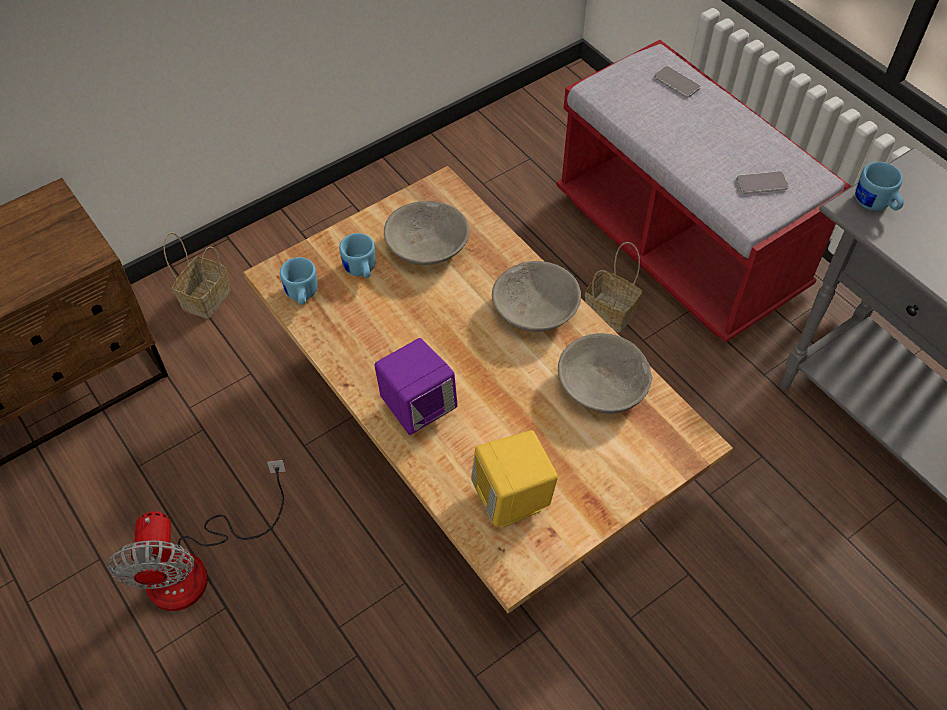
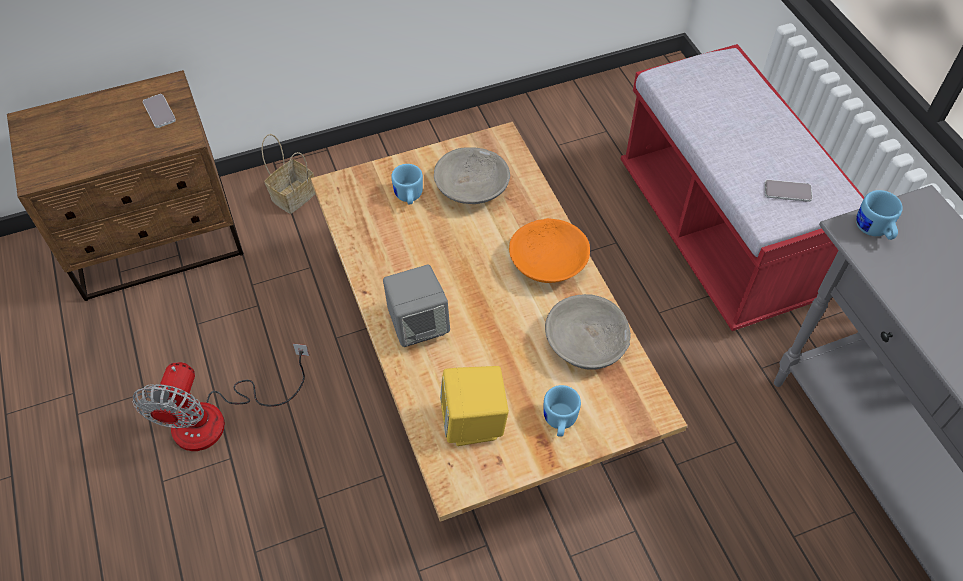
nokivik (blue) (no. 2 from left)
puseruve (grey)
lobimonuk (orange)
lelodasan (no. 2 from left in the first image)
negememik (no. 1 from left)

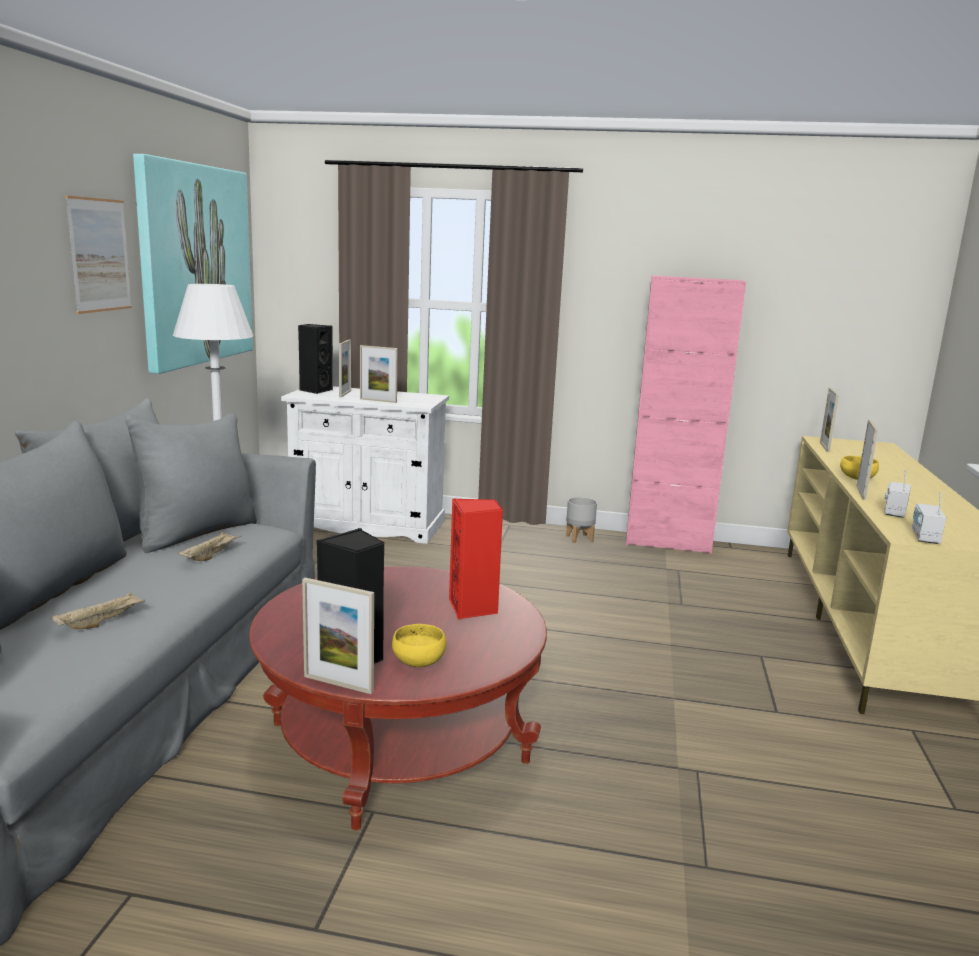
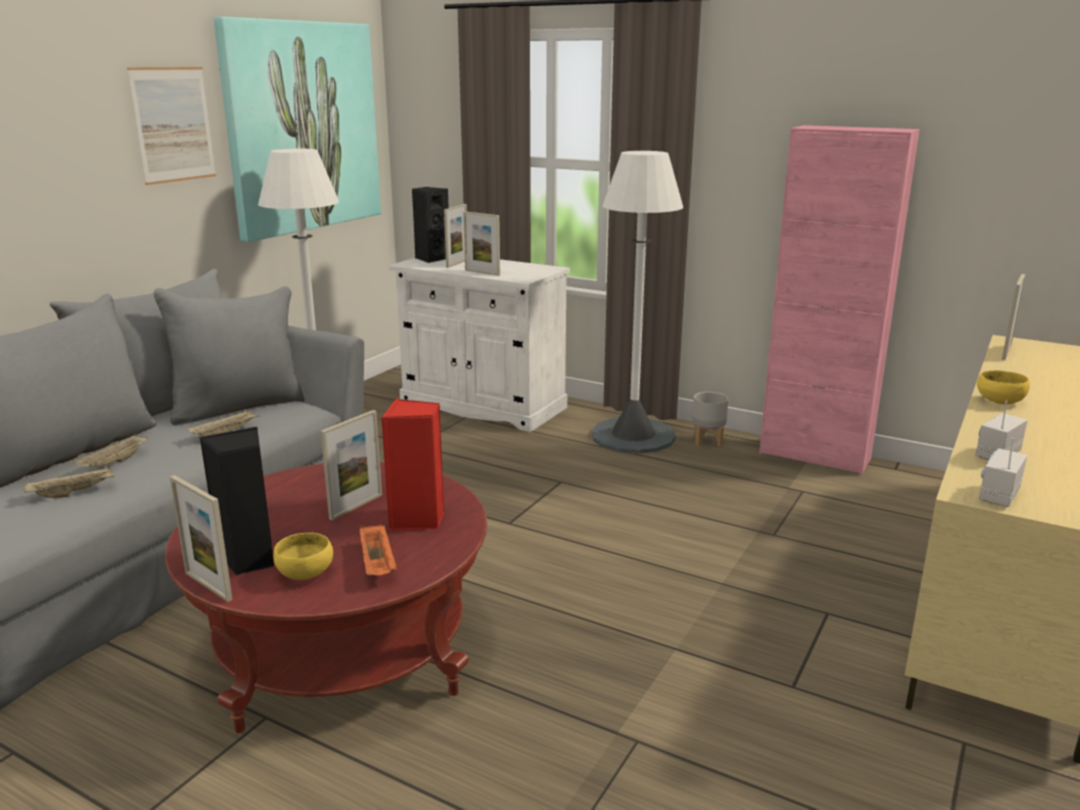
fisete (no. 2 from left)
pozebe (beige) (no. 2 from left)
pozebe (orange)
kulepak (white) (no. 2 from left)

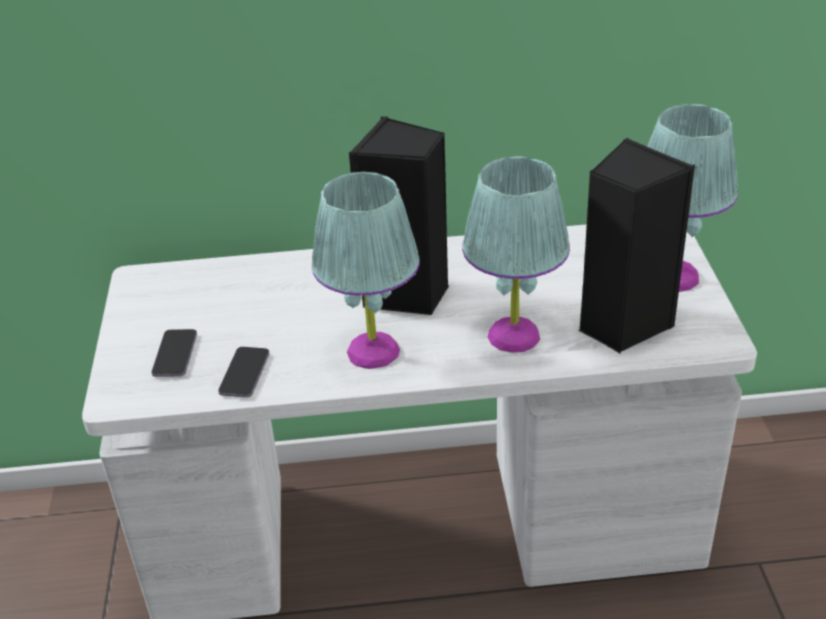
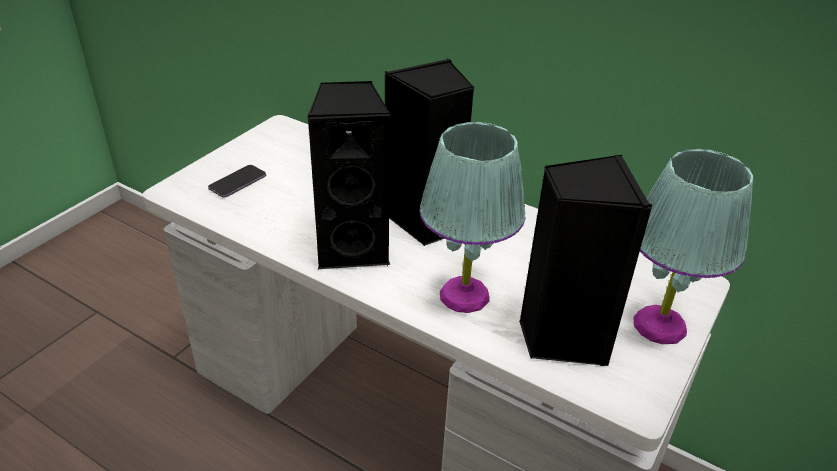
negememik (no. 2 from left in the first image)
puseruve (black) (no. 1 from left)

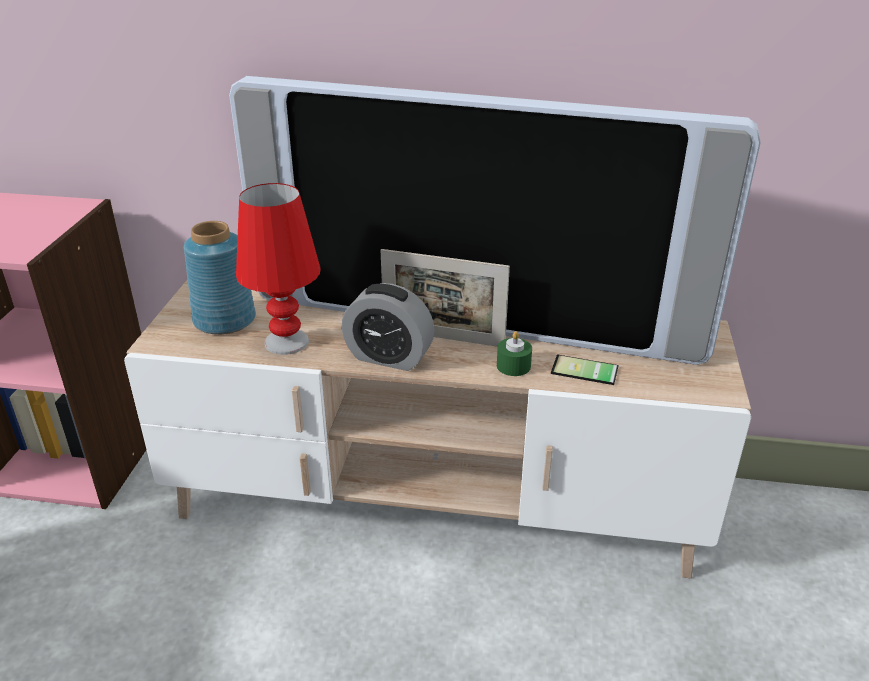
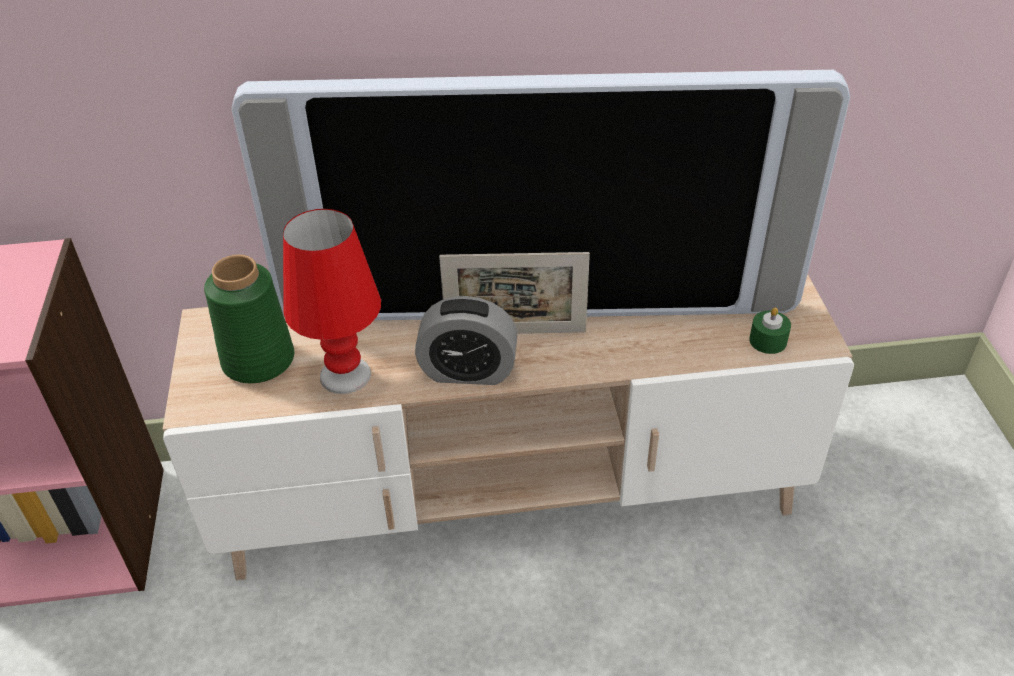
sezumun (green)
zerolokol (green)
negememik

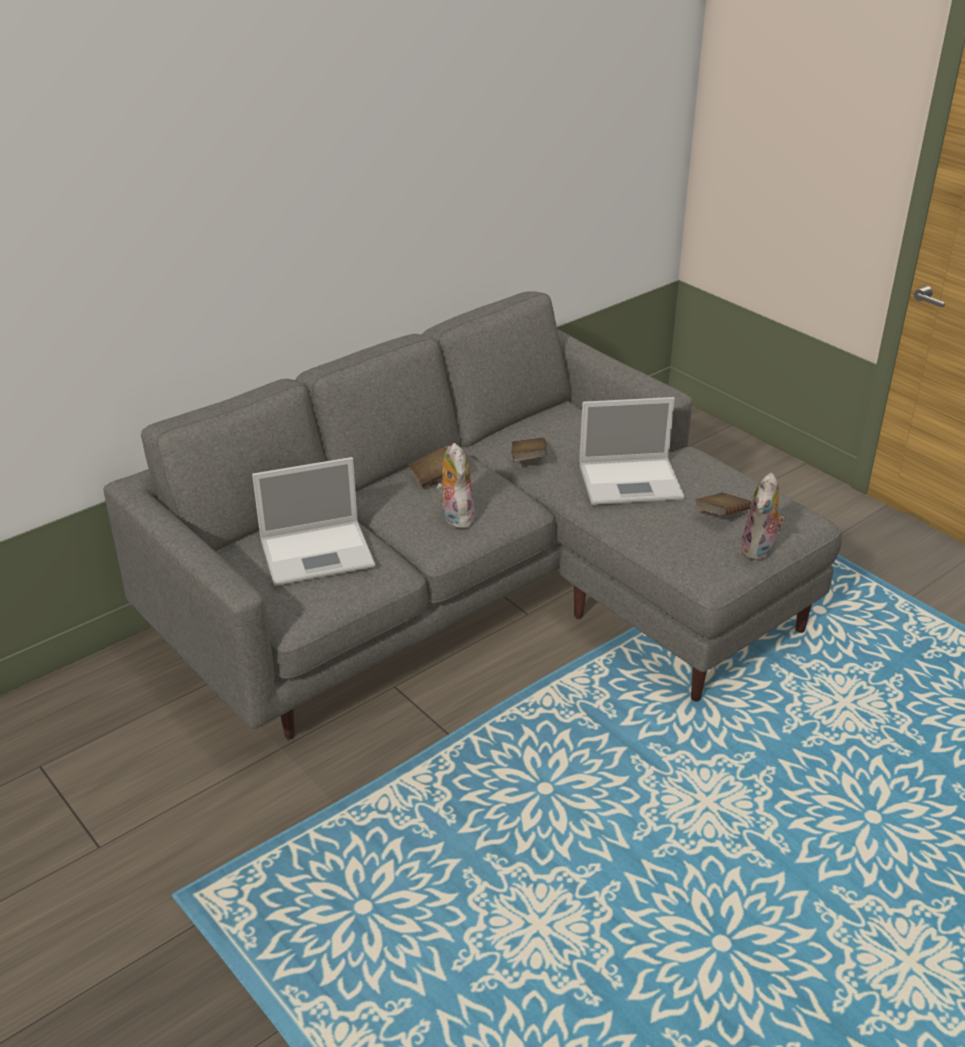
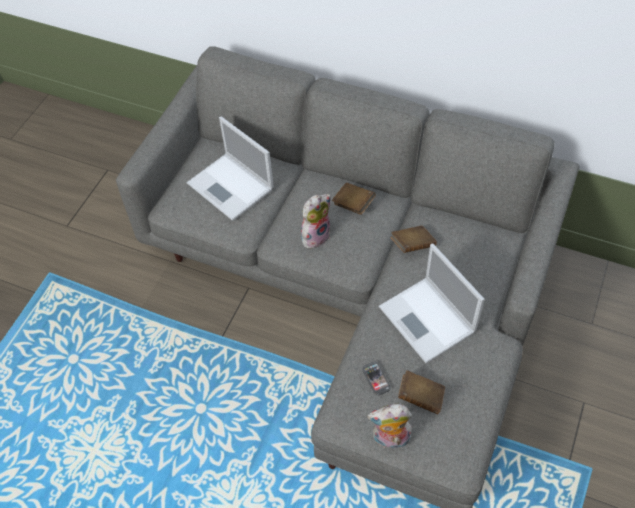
negememik

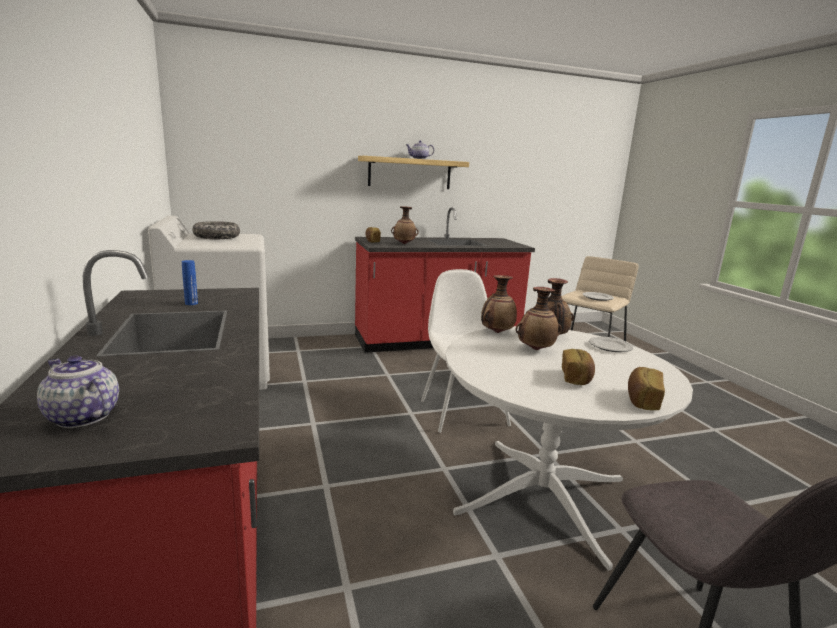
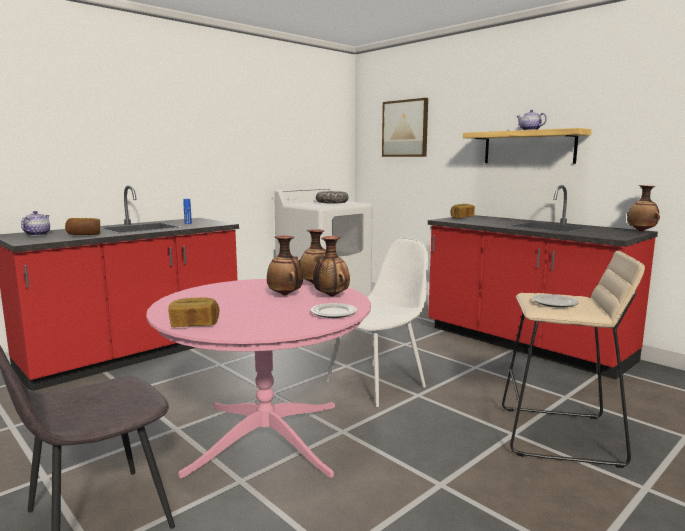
sezumun (no. 4 from left)
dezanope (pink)
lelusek (no. 1 from left)
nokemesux

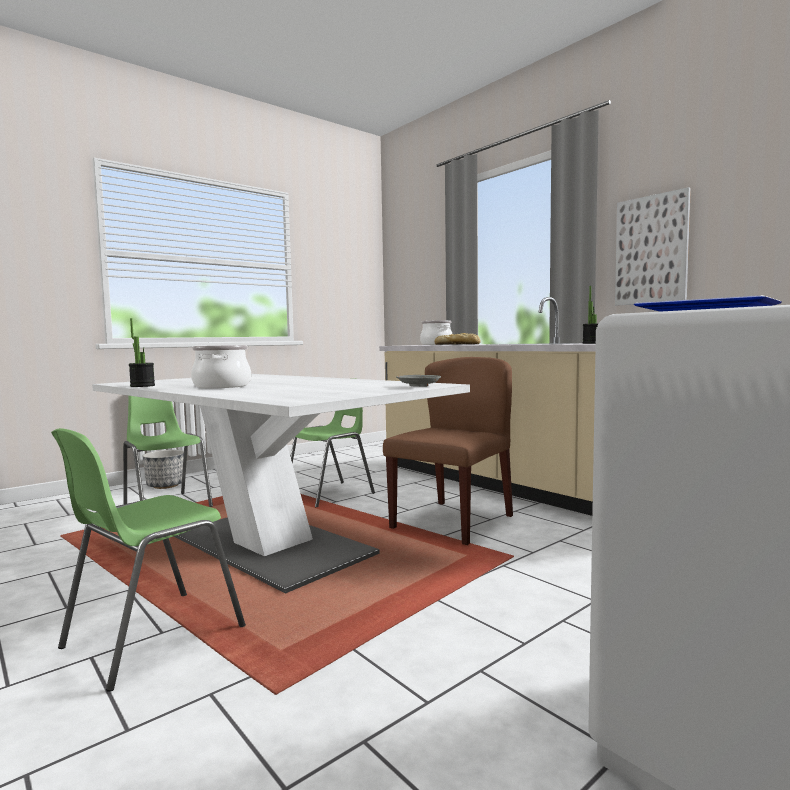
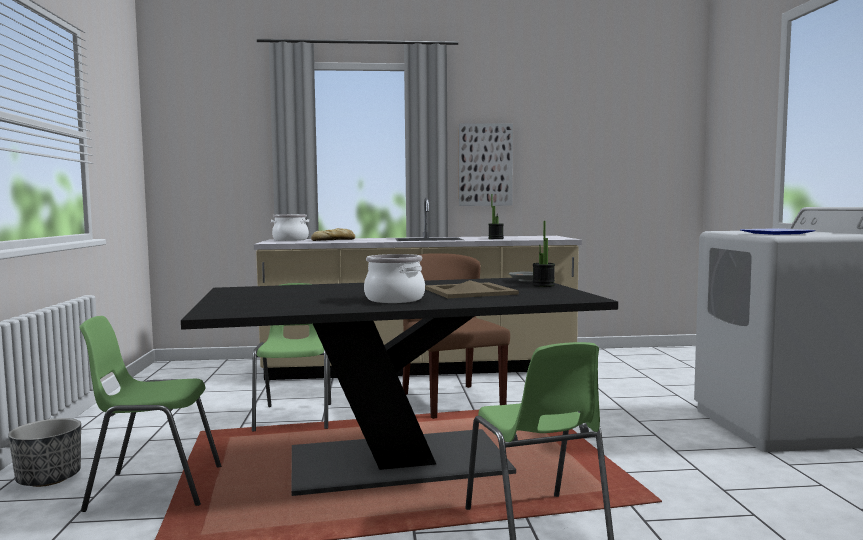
dezanope (black)
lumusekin (no. 2 from left)
pozebe (beige)

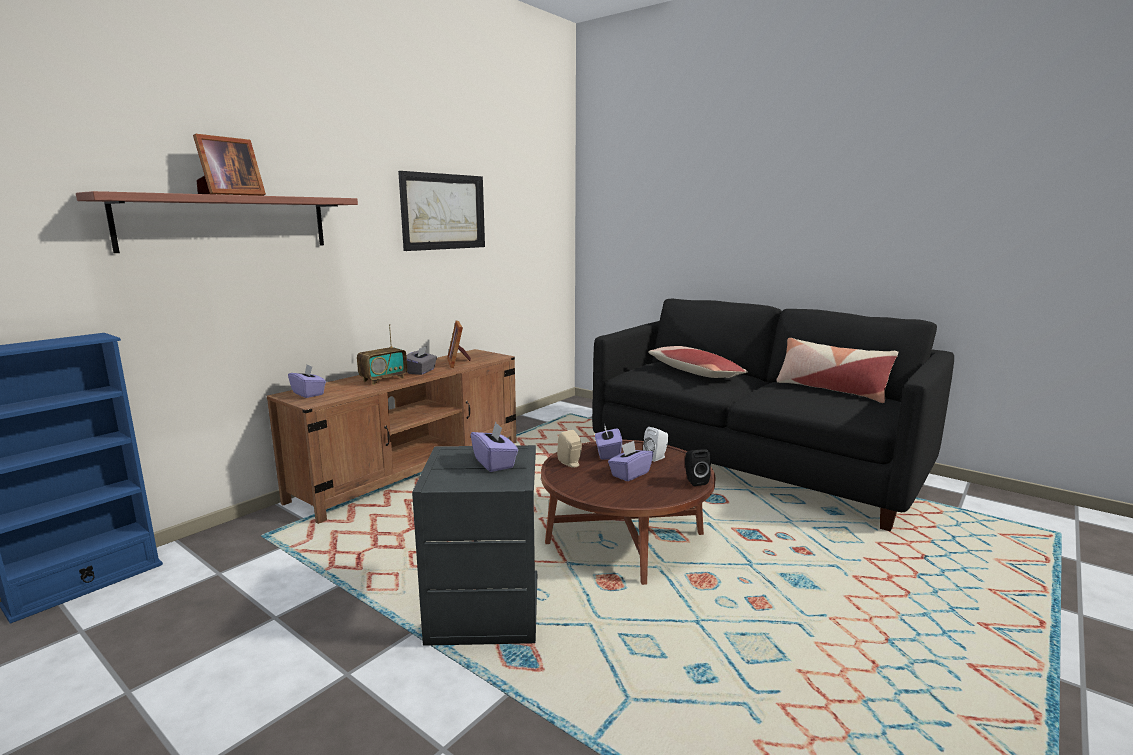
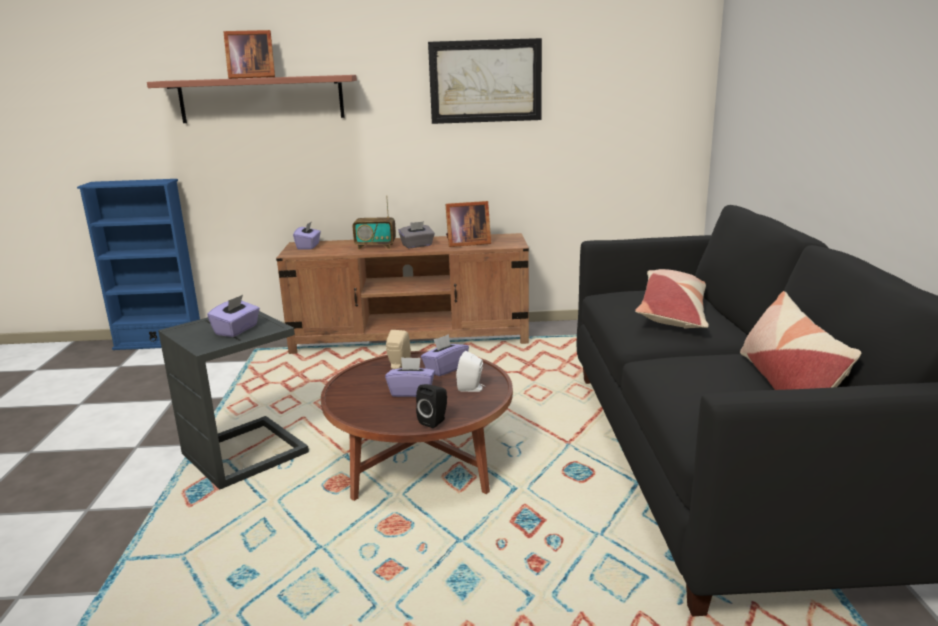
fisete (no. 2 from left)

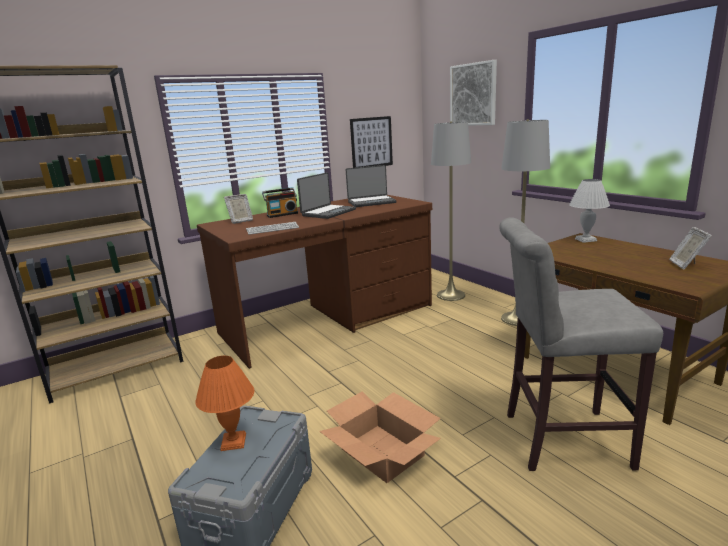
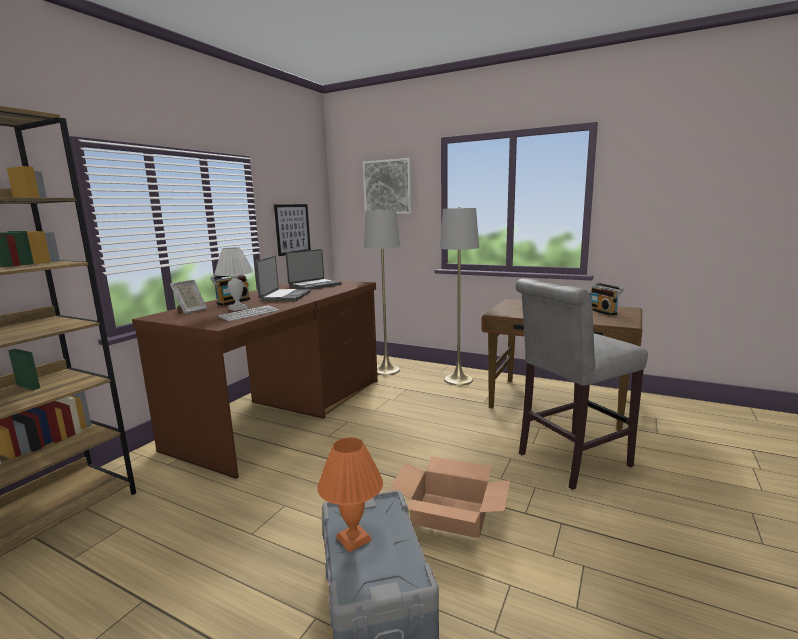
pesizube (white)
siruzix (no. 2 from left)

